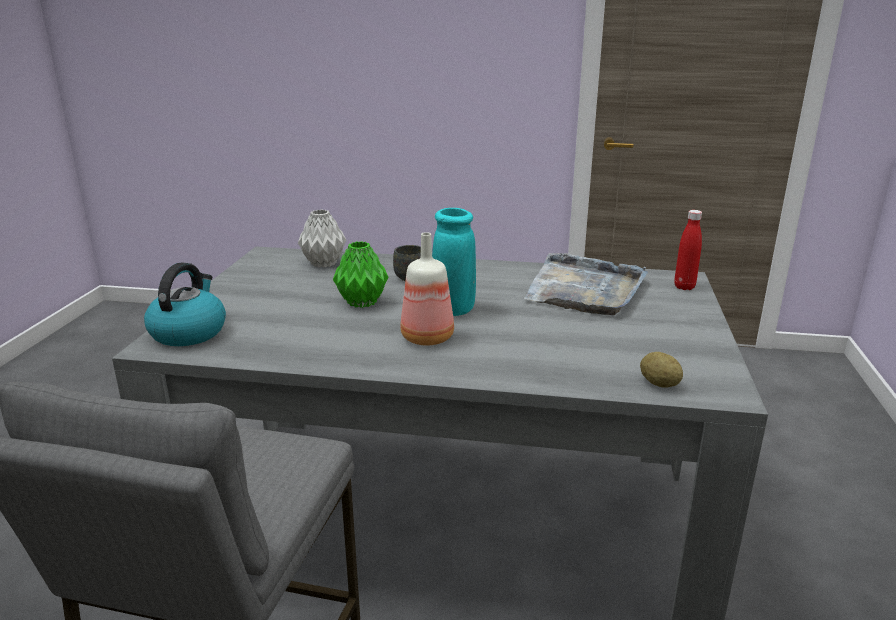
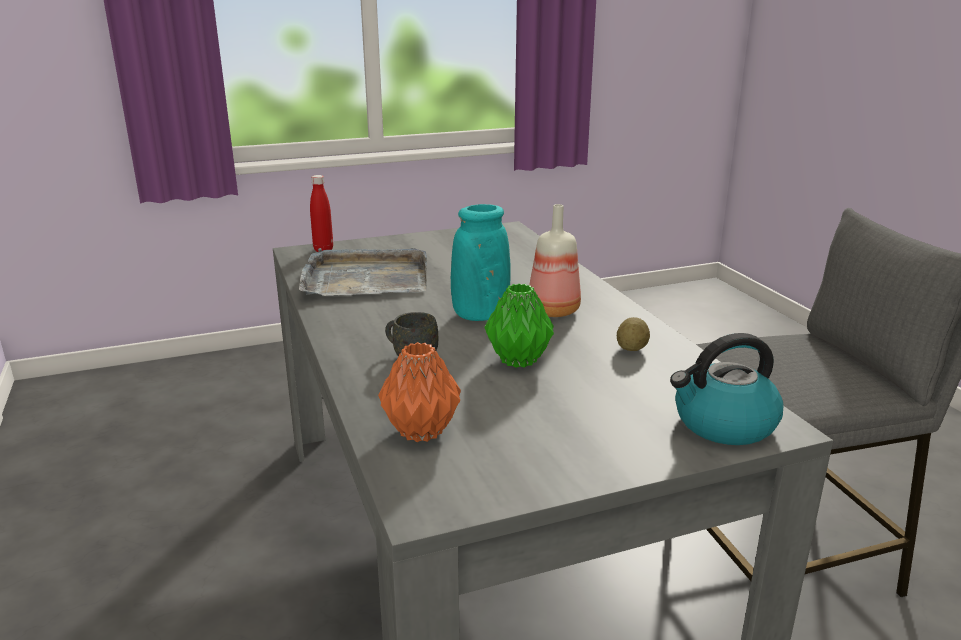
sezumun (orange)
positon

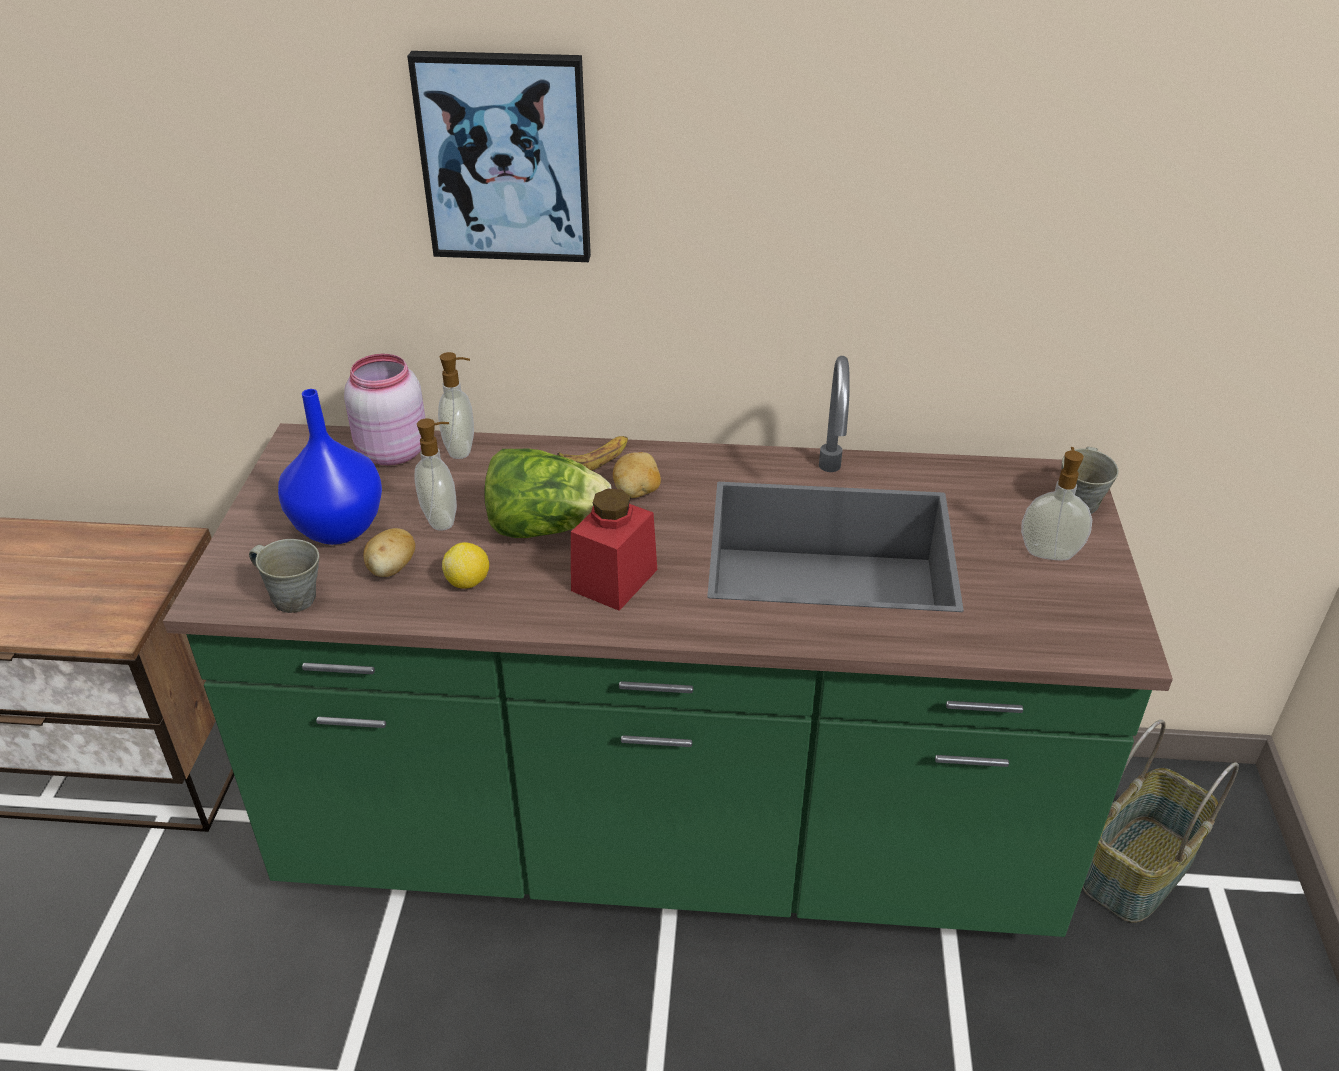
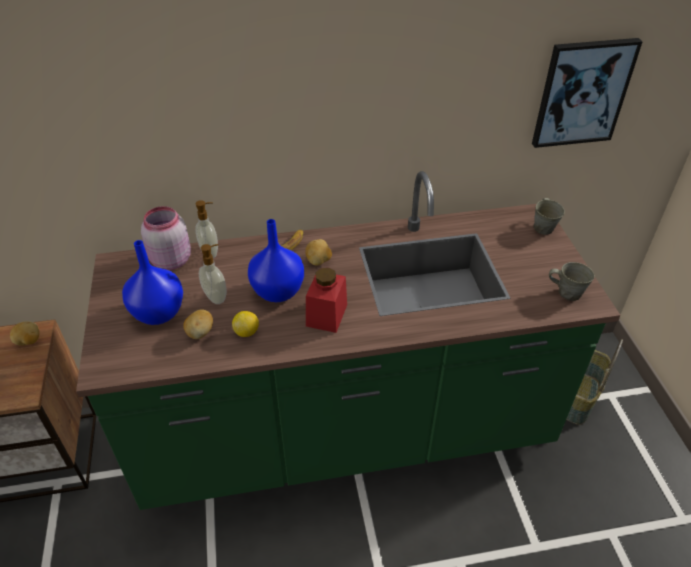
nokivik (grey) (no. 2 from left)
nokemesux
sezumun (blue) (no. 2 from left)
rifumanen (no. 3 from left in the first image)
positon (no. 1 from left)

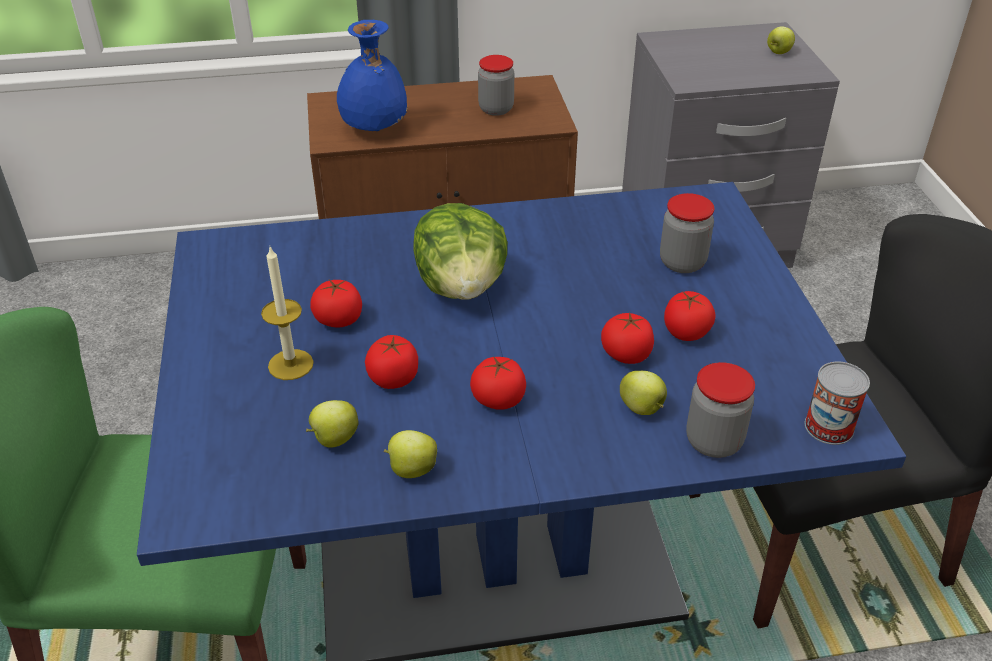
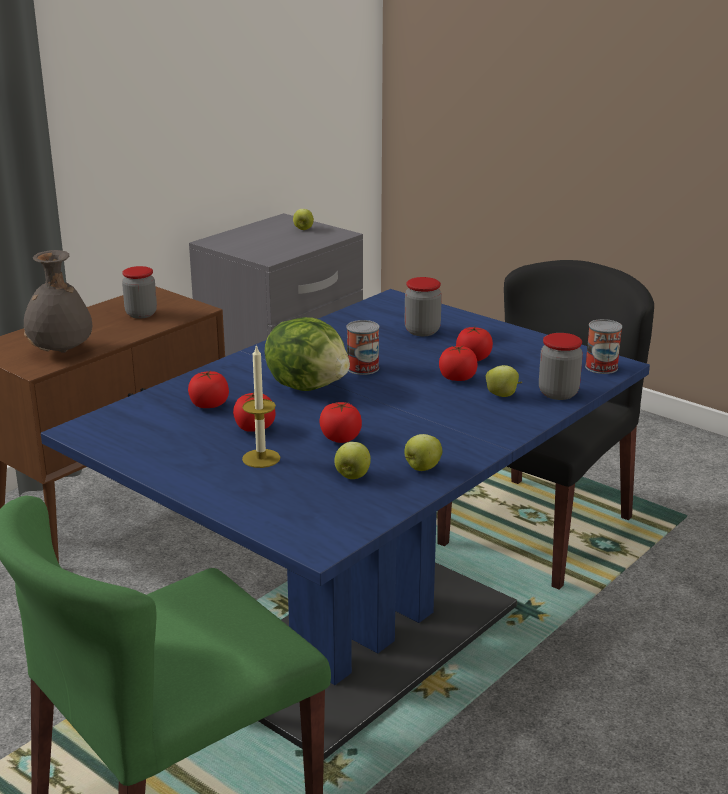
sezumun (grey)
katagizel (no. 1 from left)
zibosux (no. 1 from left)

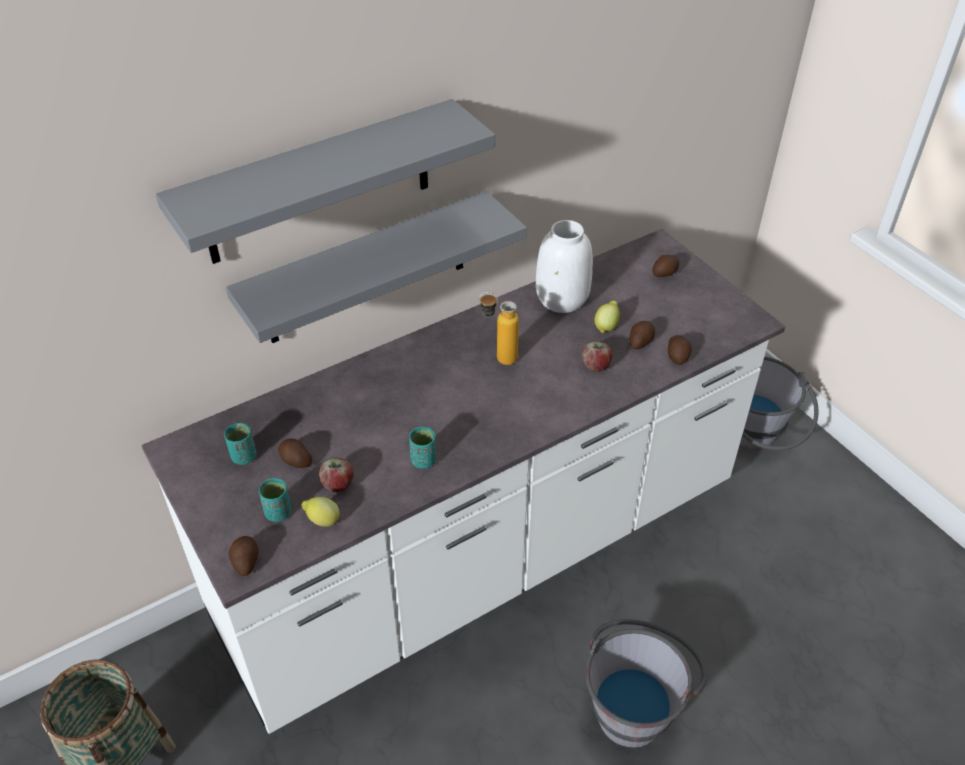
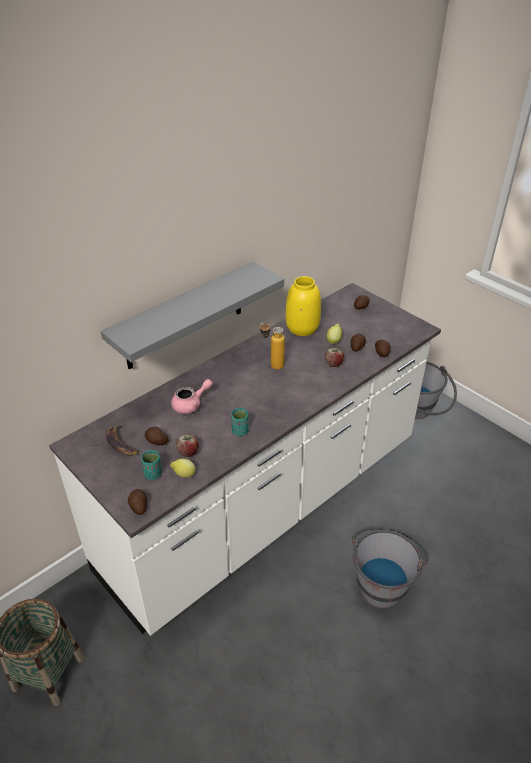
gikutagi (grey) (no. 1 from left in the first image)
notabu
sezumun (yellow)
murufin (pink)

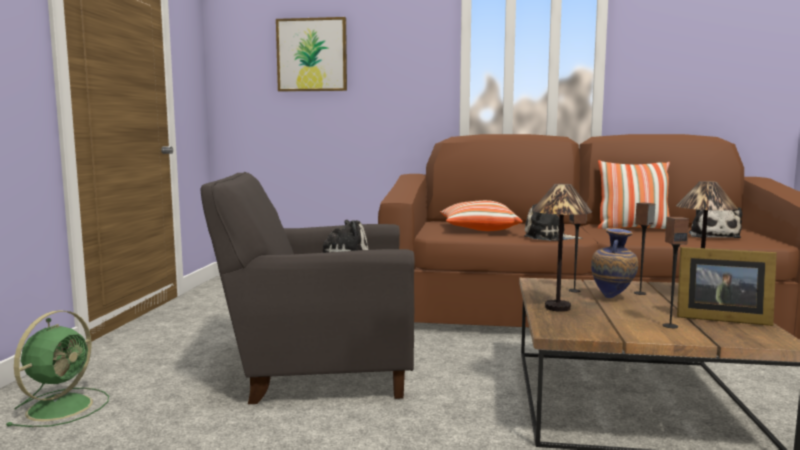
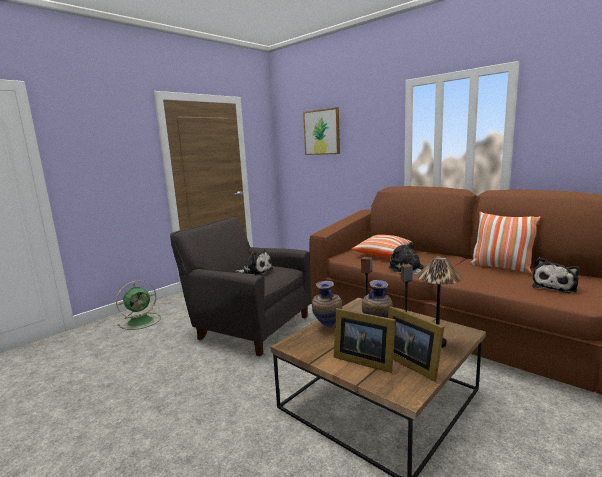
sezumun (no. 1 from left)
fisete (no. 1 from left)

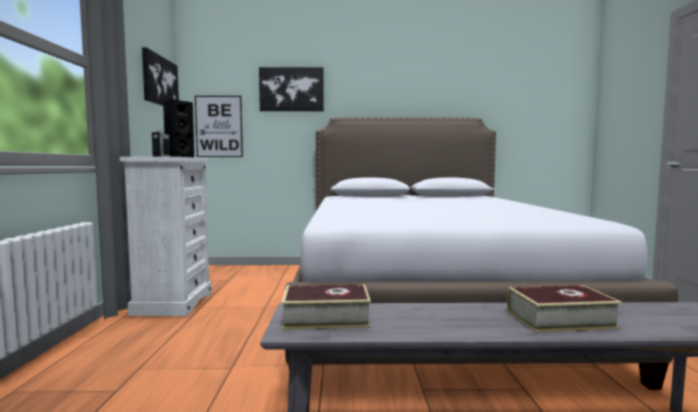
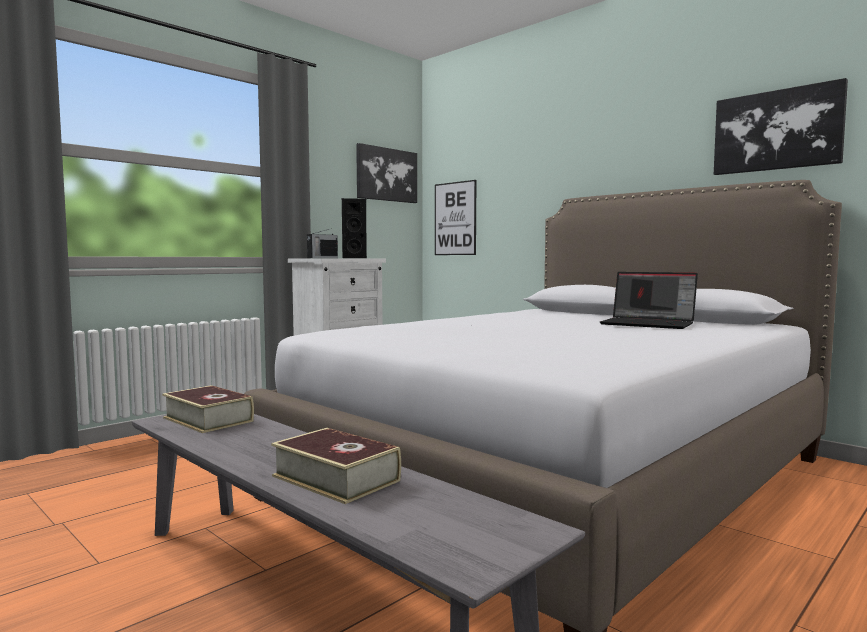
nokemesux (no. 3 from left)
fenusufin

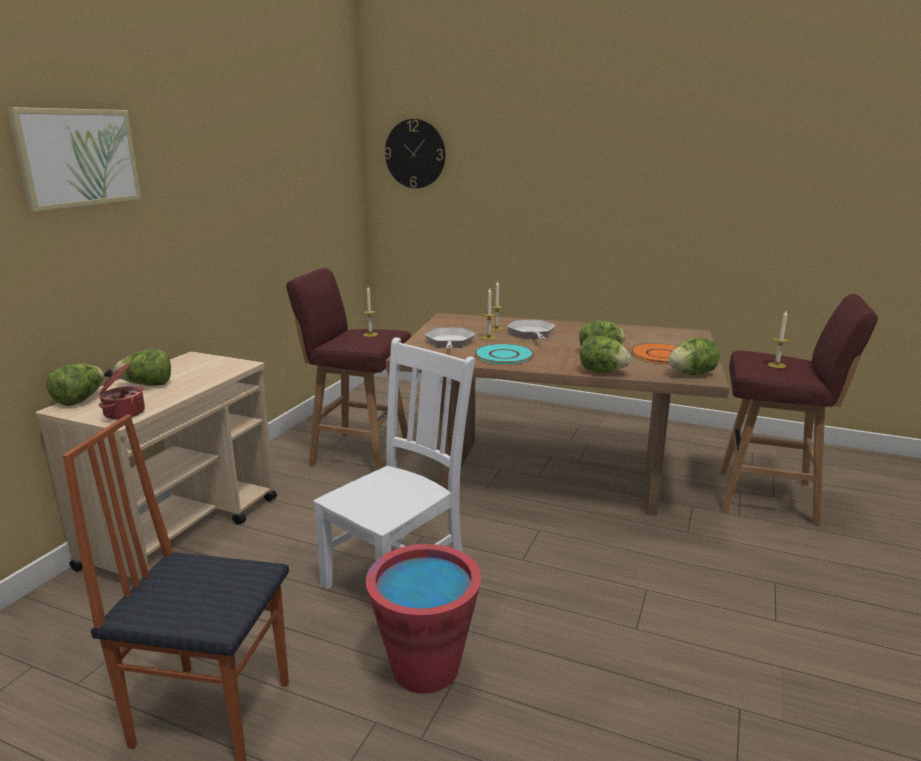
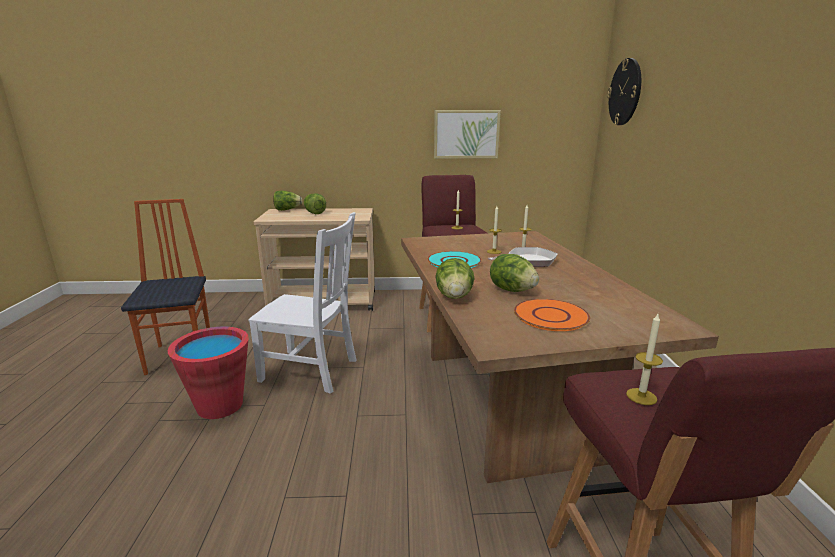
nokemesux
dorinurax
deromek (no. 1 from left in the first image)
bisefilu (no. 5 from left in the first image)

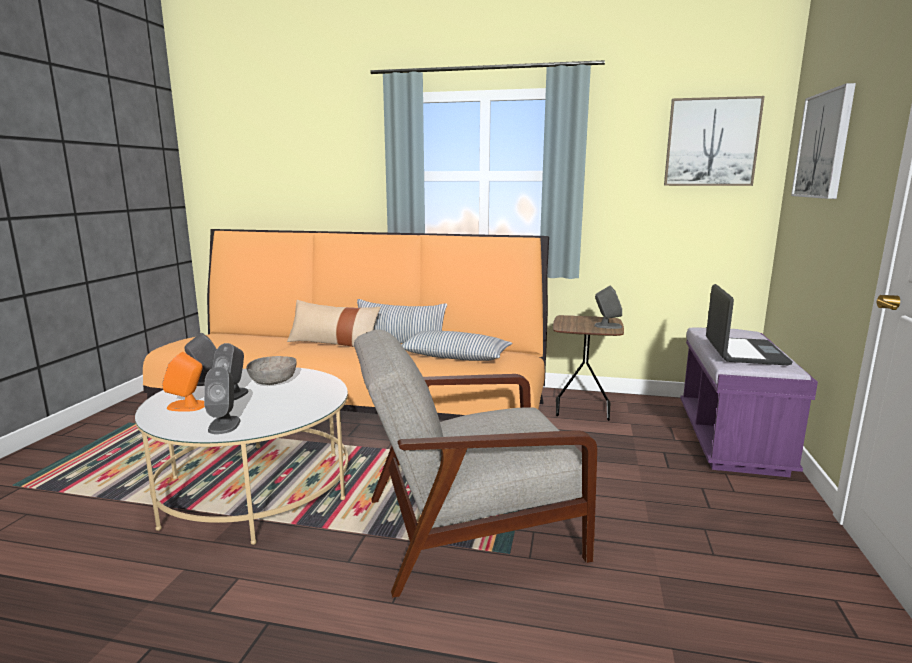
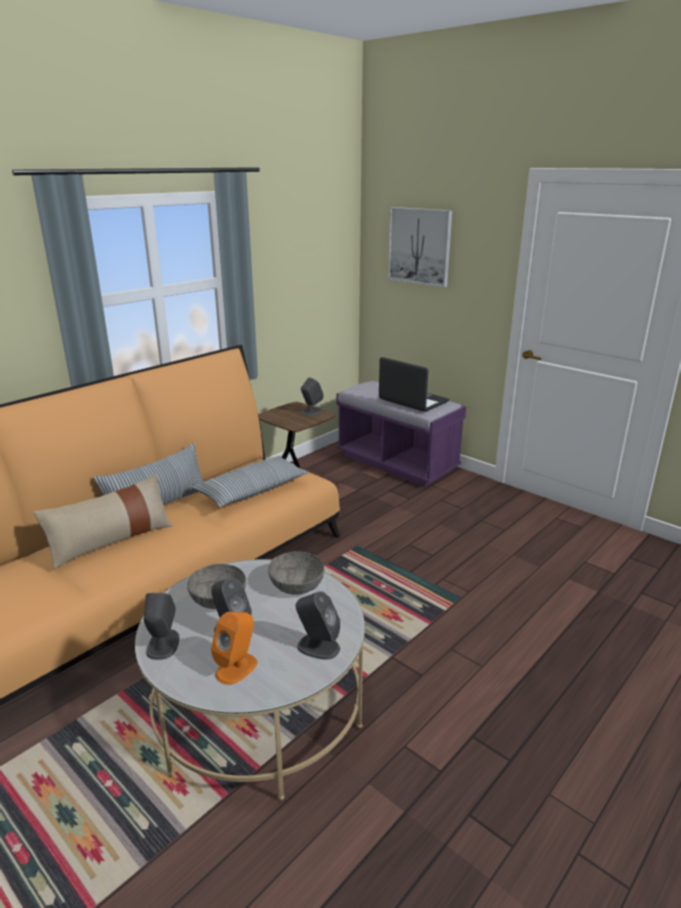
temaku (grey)
nokemesux (no. 1 from left in the first image)
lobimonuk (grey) (no. 2 from left)

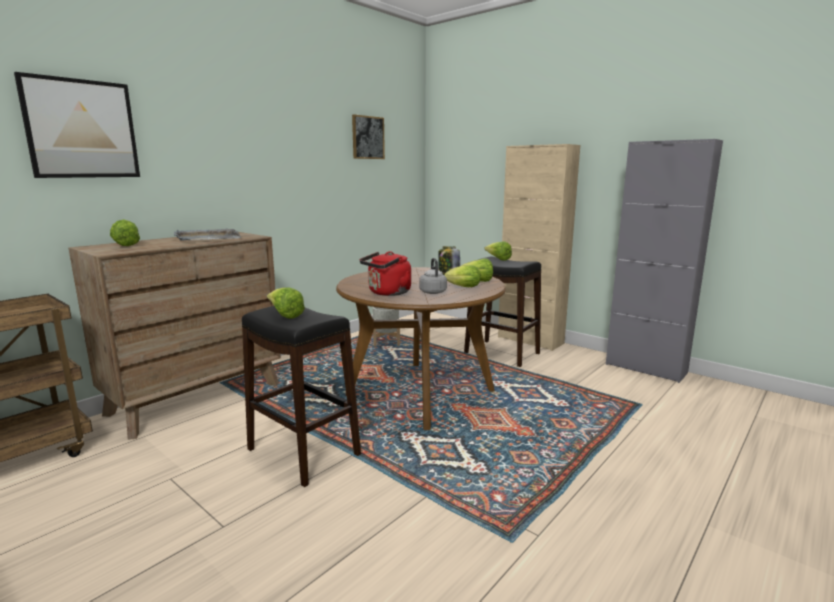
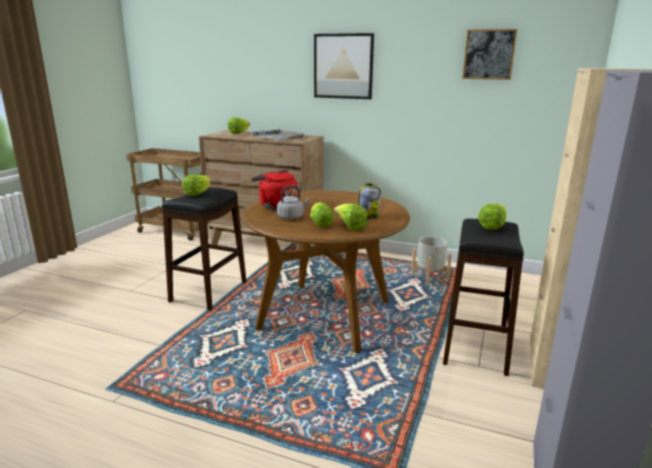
nokemesux (no. 1 from left)

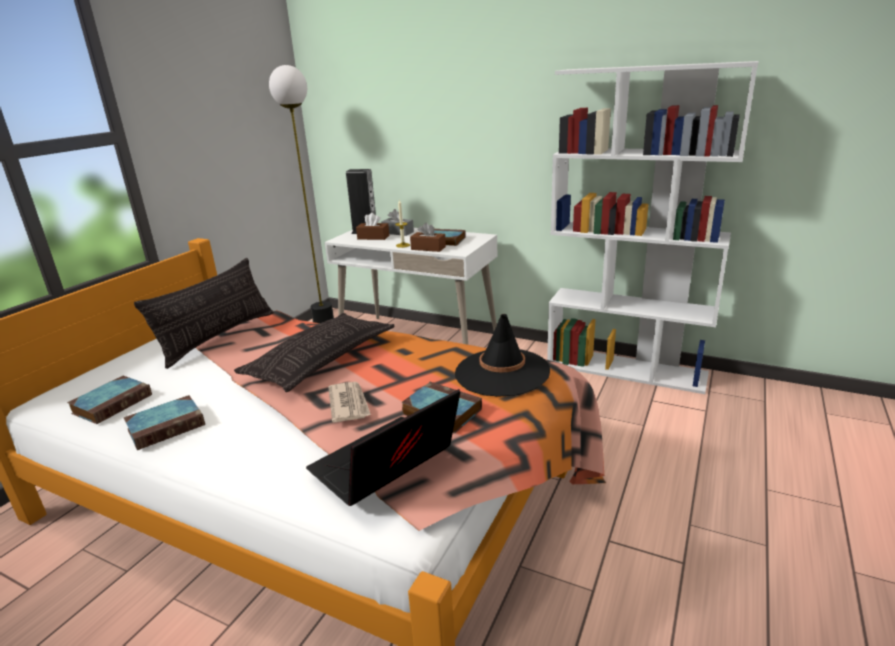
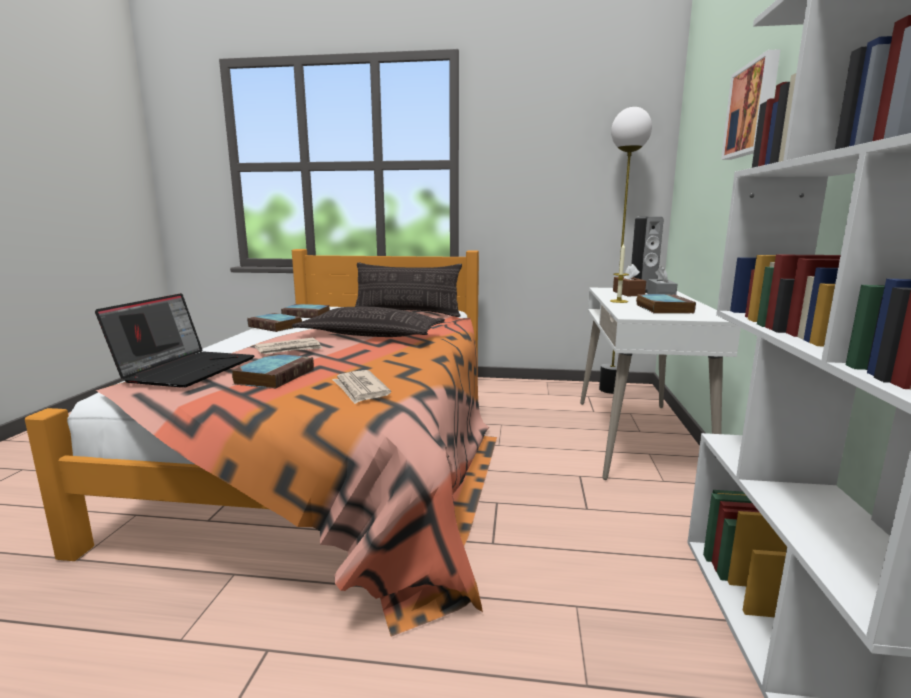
fenusufin
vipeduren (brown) (no. 2 from left in the first image)
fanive (no. 2 from left)
nokemesux

